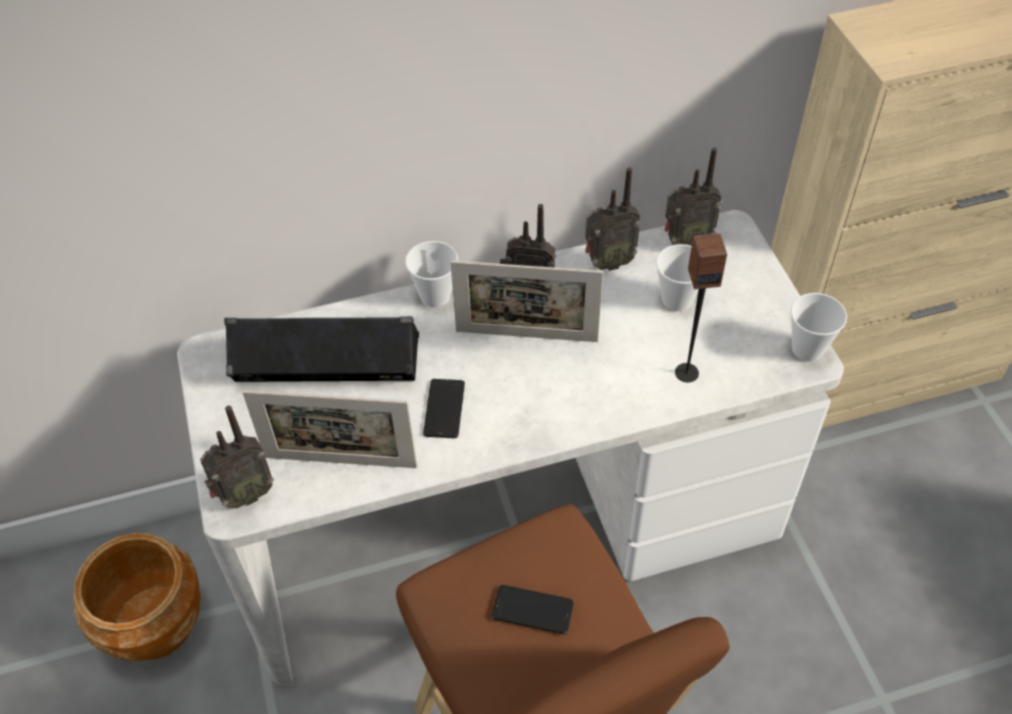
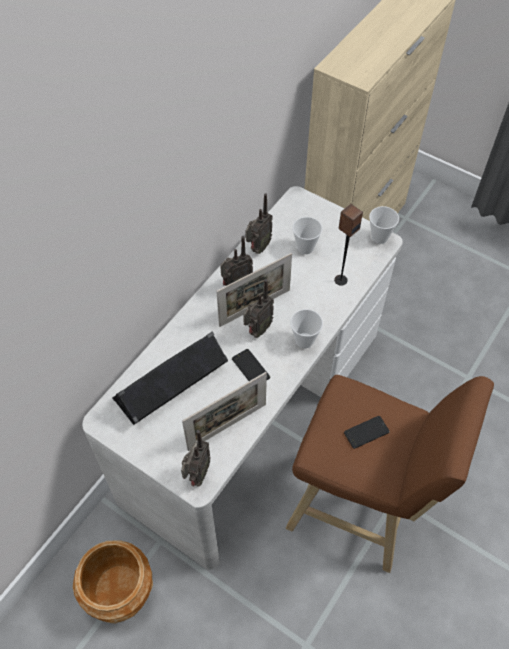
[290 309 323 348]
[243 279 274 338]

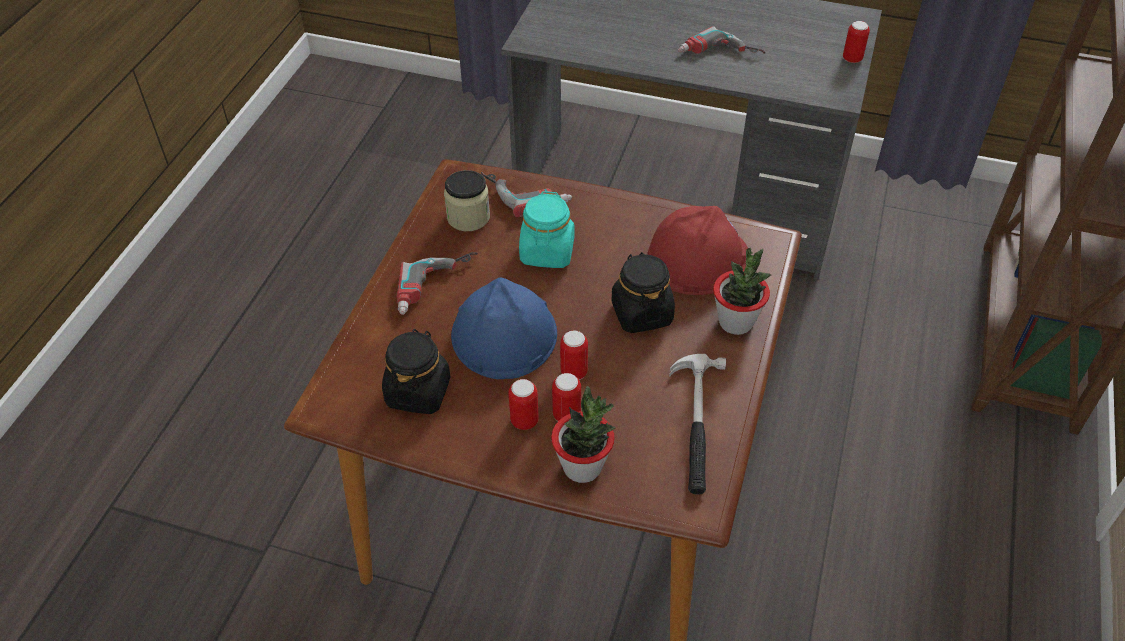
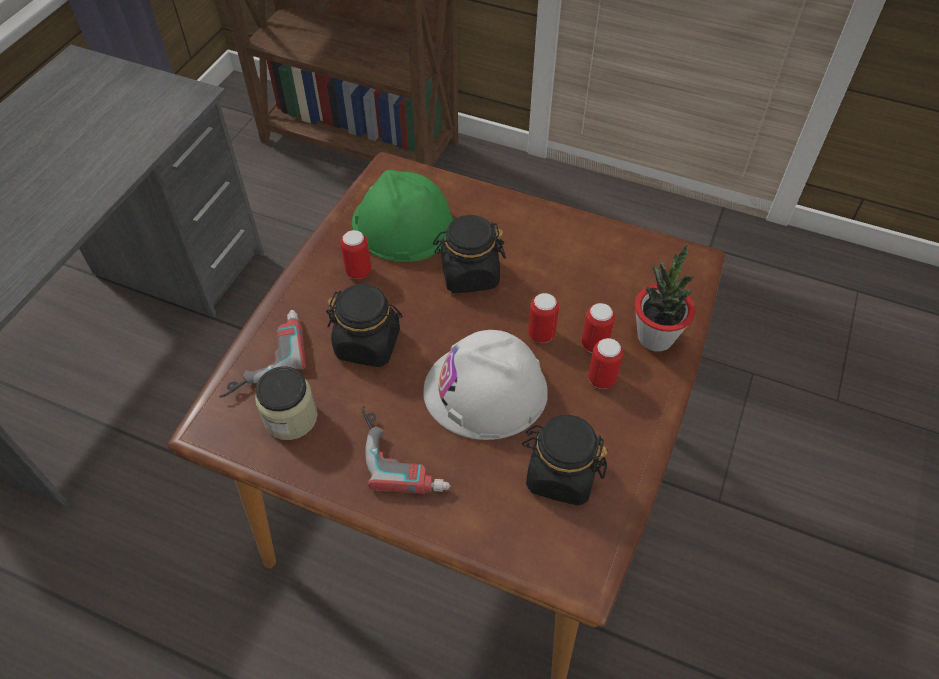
[424 330 548 440]
[326 284 403 367]
[352 170 453 262]
[669 354 726 495] (first image)
[678 26 765 54] (first image)
[713 248 771 335] (first image)
[340 230 371 279]

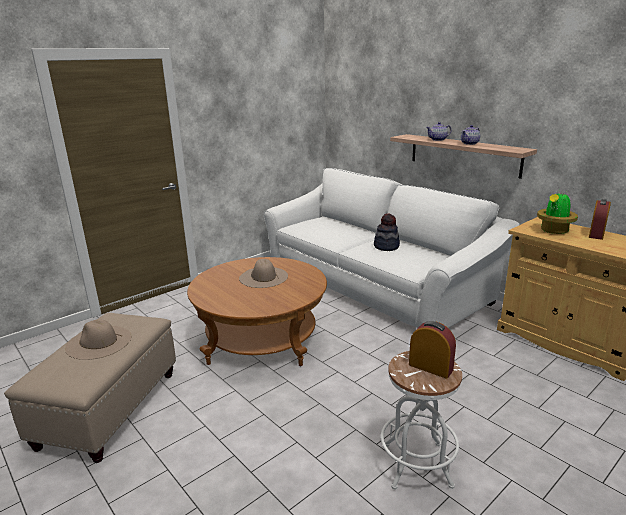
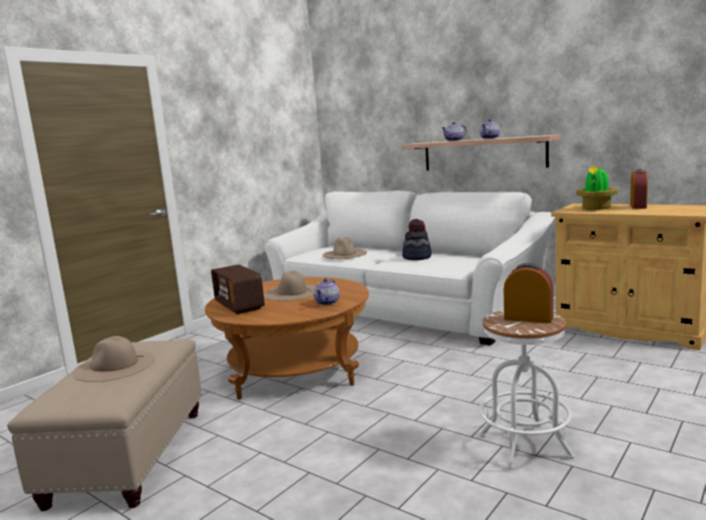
[211 264 265 314]
[314 278 339 305]
[322 237 367 259]

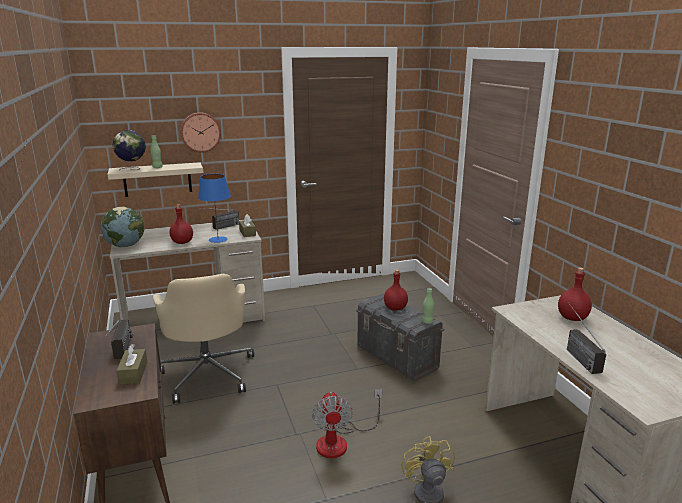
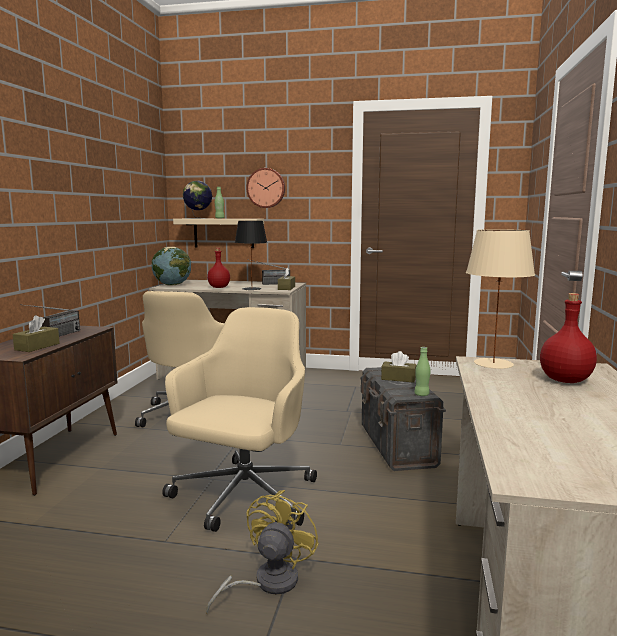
[235 221 267 290]
[162 307 317 532]
[381 351 417 383]
[567 305 606 374] (first image)
[466 229 535 369]

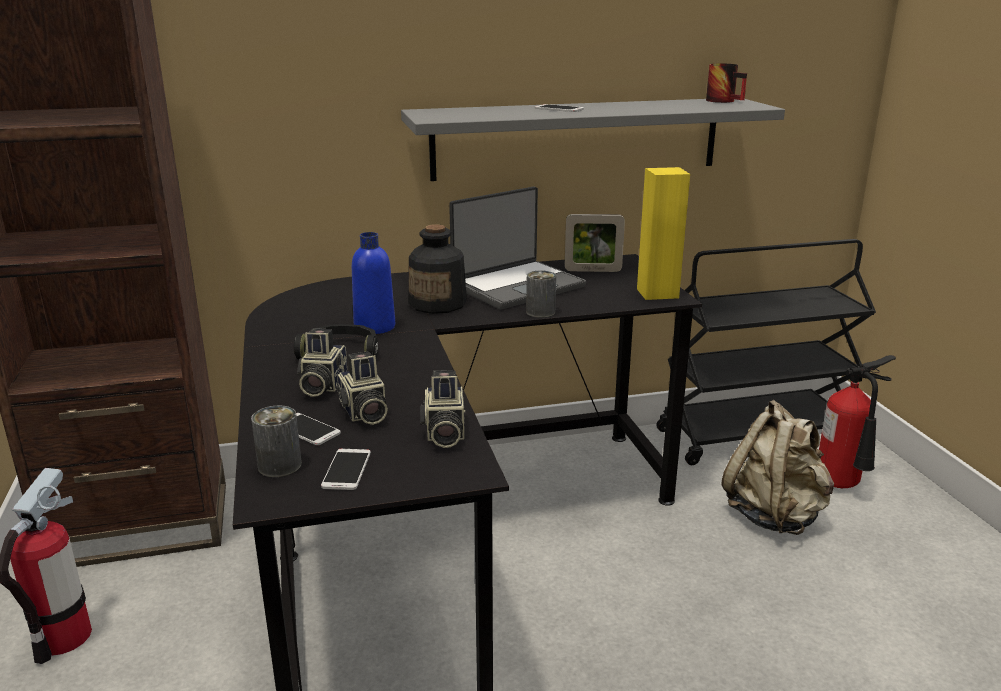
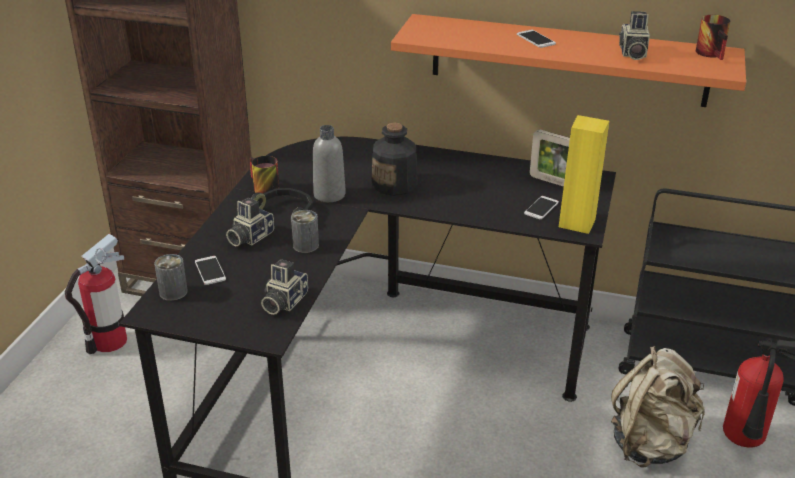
[524 196 559 220]
[619 11 650 60]
[313 125 346 202]
[391 14 746 107]
[449 187 586 309] (first image)
[291 210 319 253]
[249 156 279 193]

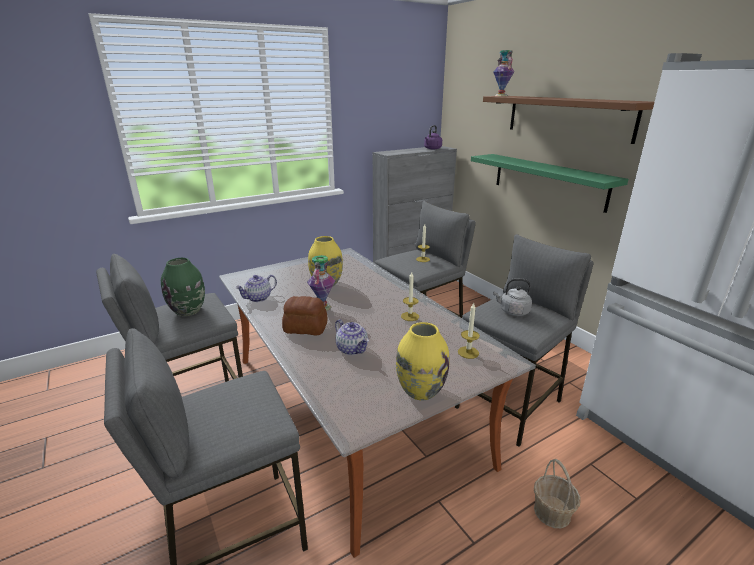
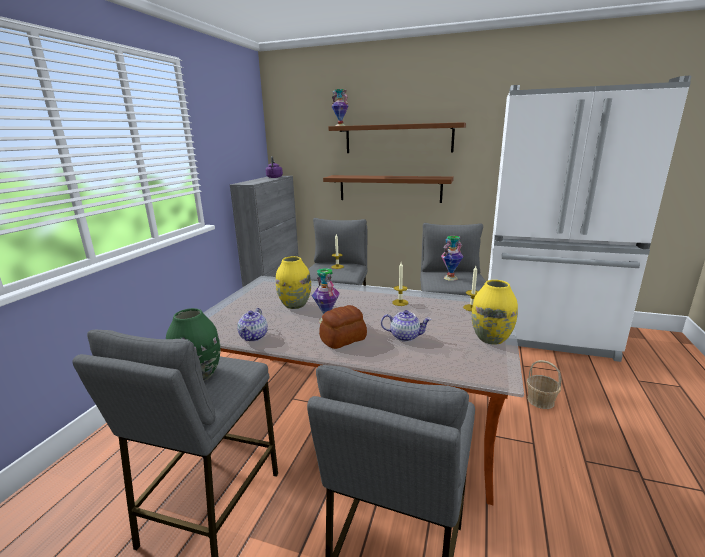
[323 175 454 203]
[441 236 463 281]

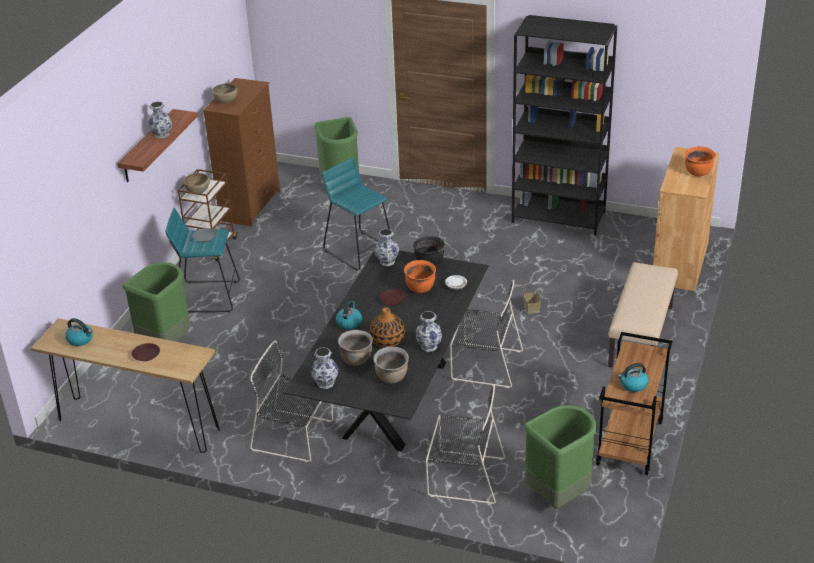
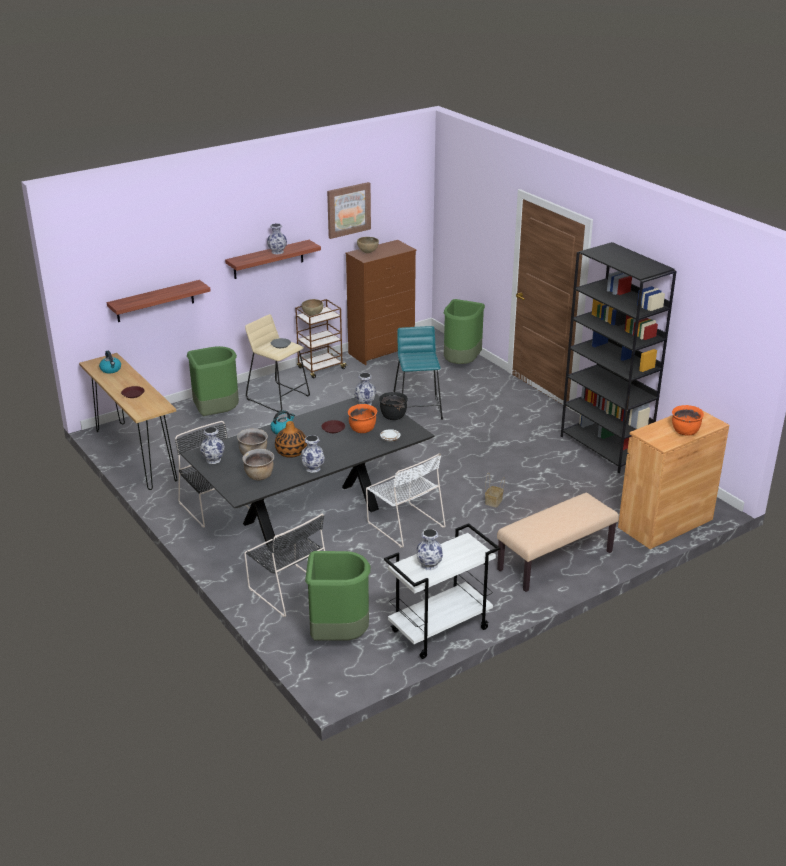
[245 314 310 412]
[366 453 446 548]
[384 523 500 659]
[416 529 443 570]
[107 280 211 322]
[327 182 371 239]

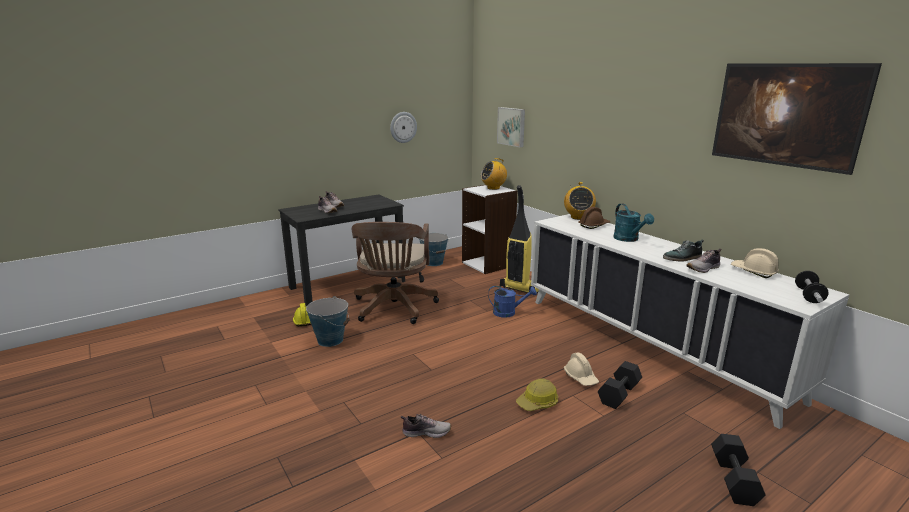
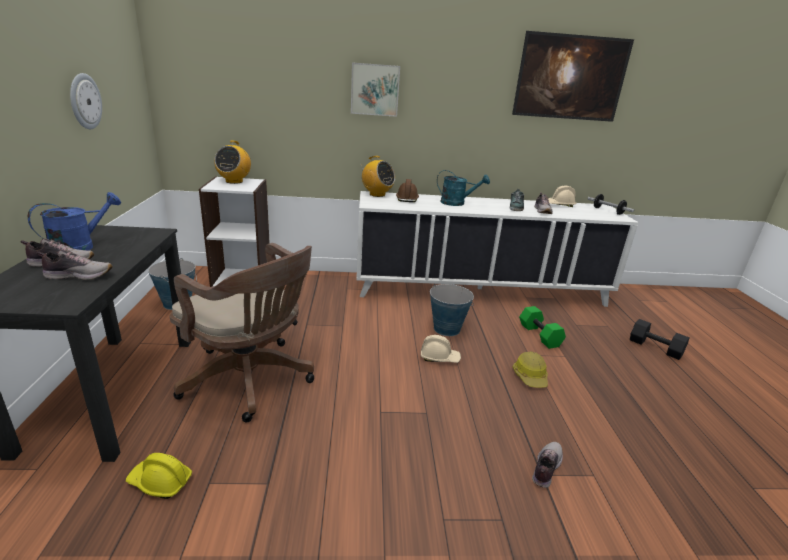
[430 284 474 336]
[28 192 121 250]
[351 63 400 117]
[500 185 539 293] (first image)
[421 335 461 363]
[519 306 566 349]

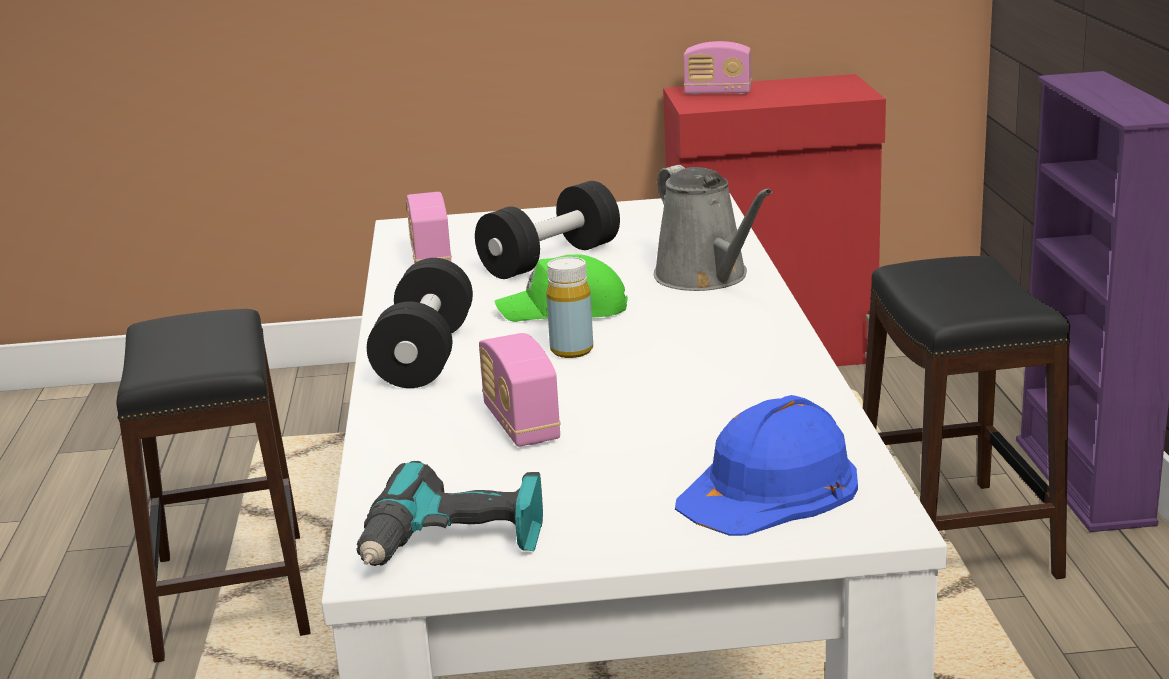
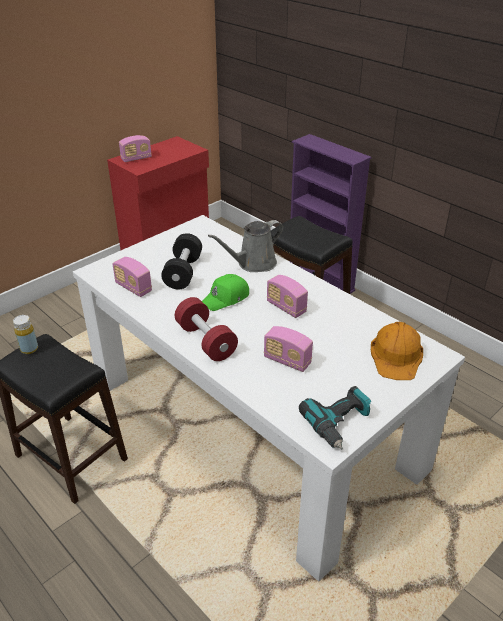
[175 297 238 361]
[13 315 38 354]
[208 220 283 272]
[371 322 423 380]
[267 275 308 318]

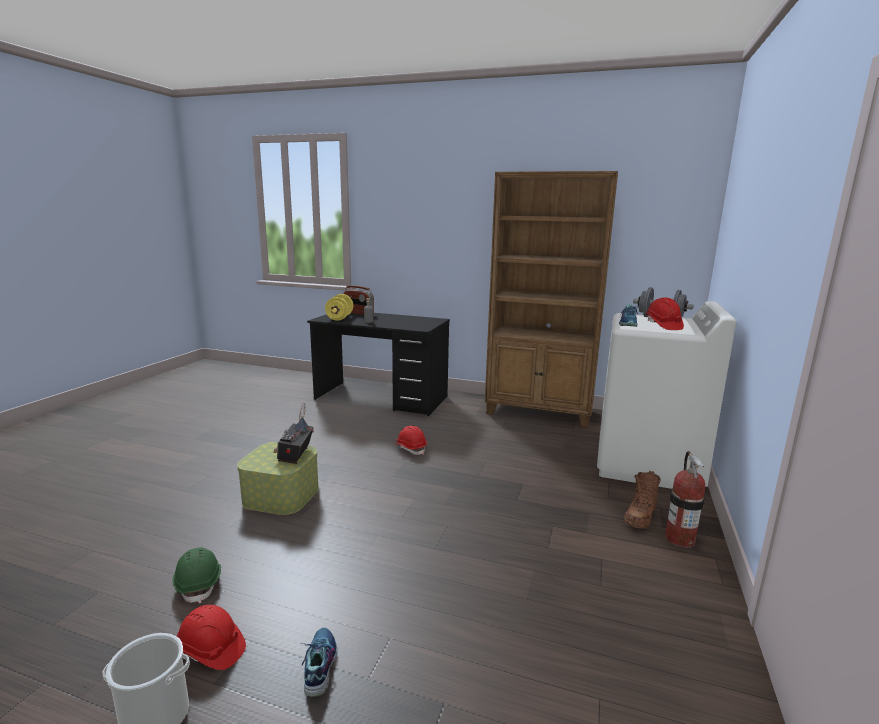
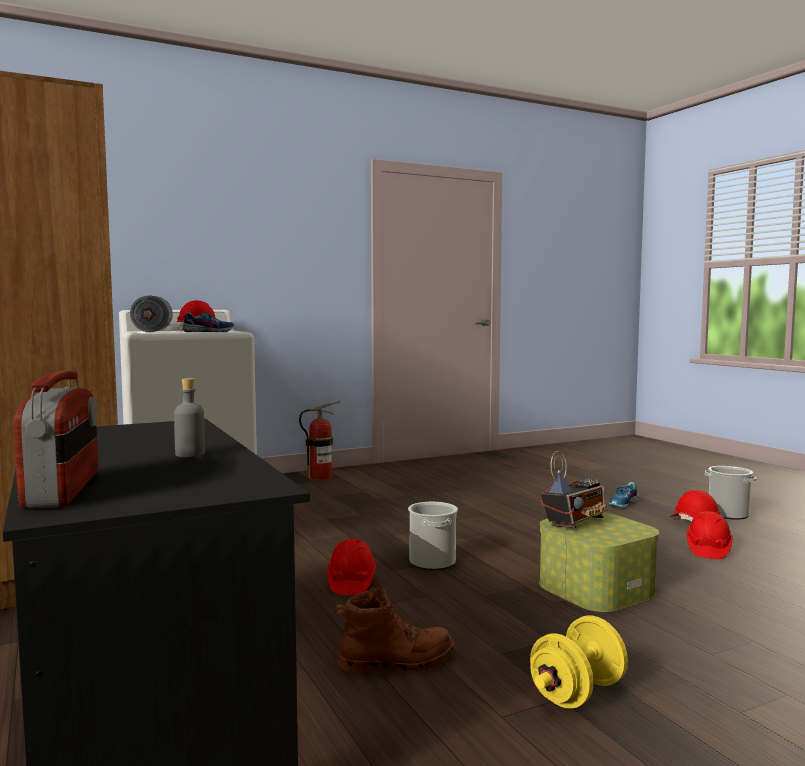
[686 511 733 559]
[530 615 628 709]
[333 584 455 673]
[408 502 458 570]

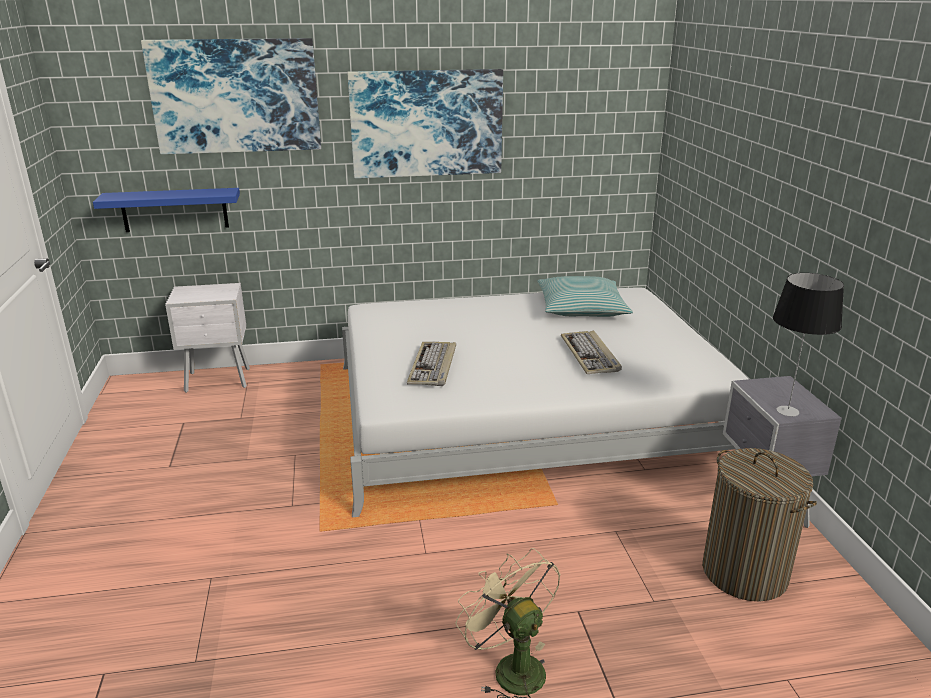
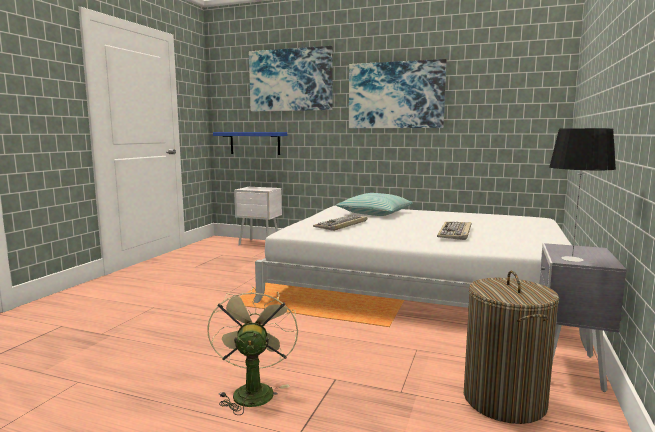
[336 193 413 216]

